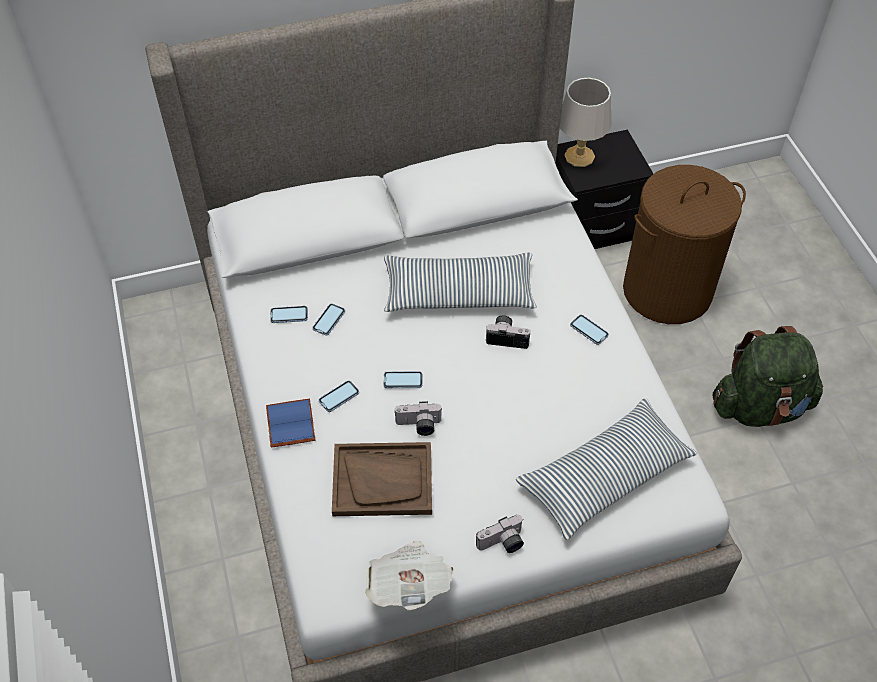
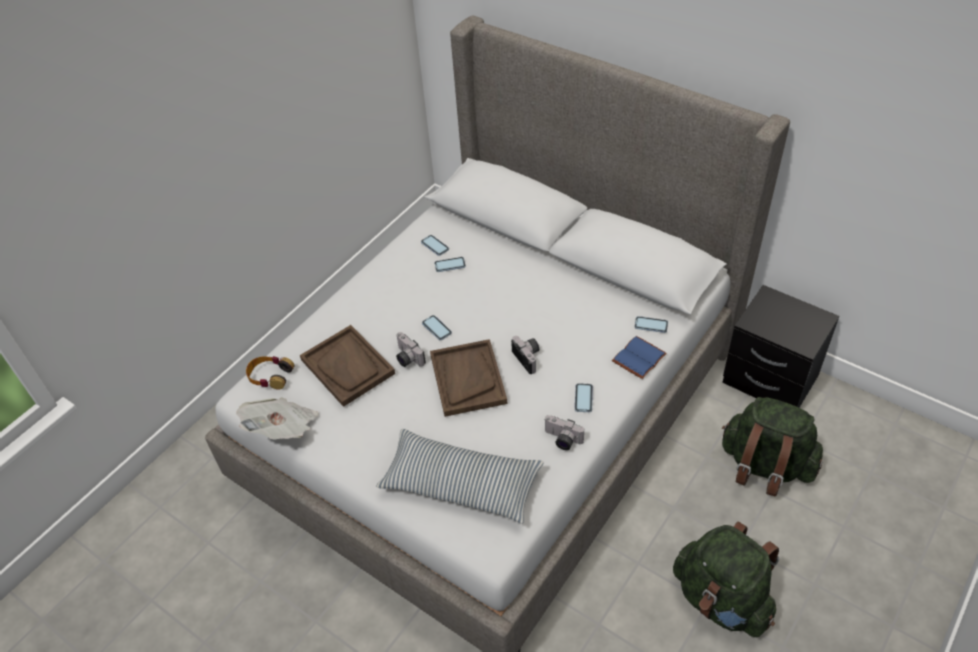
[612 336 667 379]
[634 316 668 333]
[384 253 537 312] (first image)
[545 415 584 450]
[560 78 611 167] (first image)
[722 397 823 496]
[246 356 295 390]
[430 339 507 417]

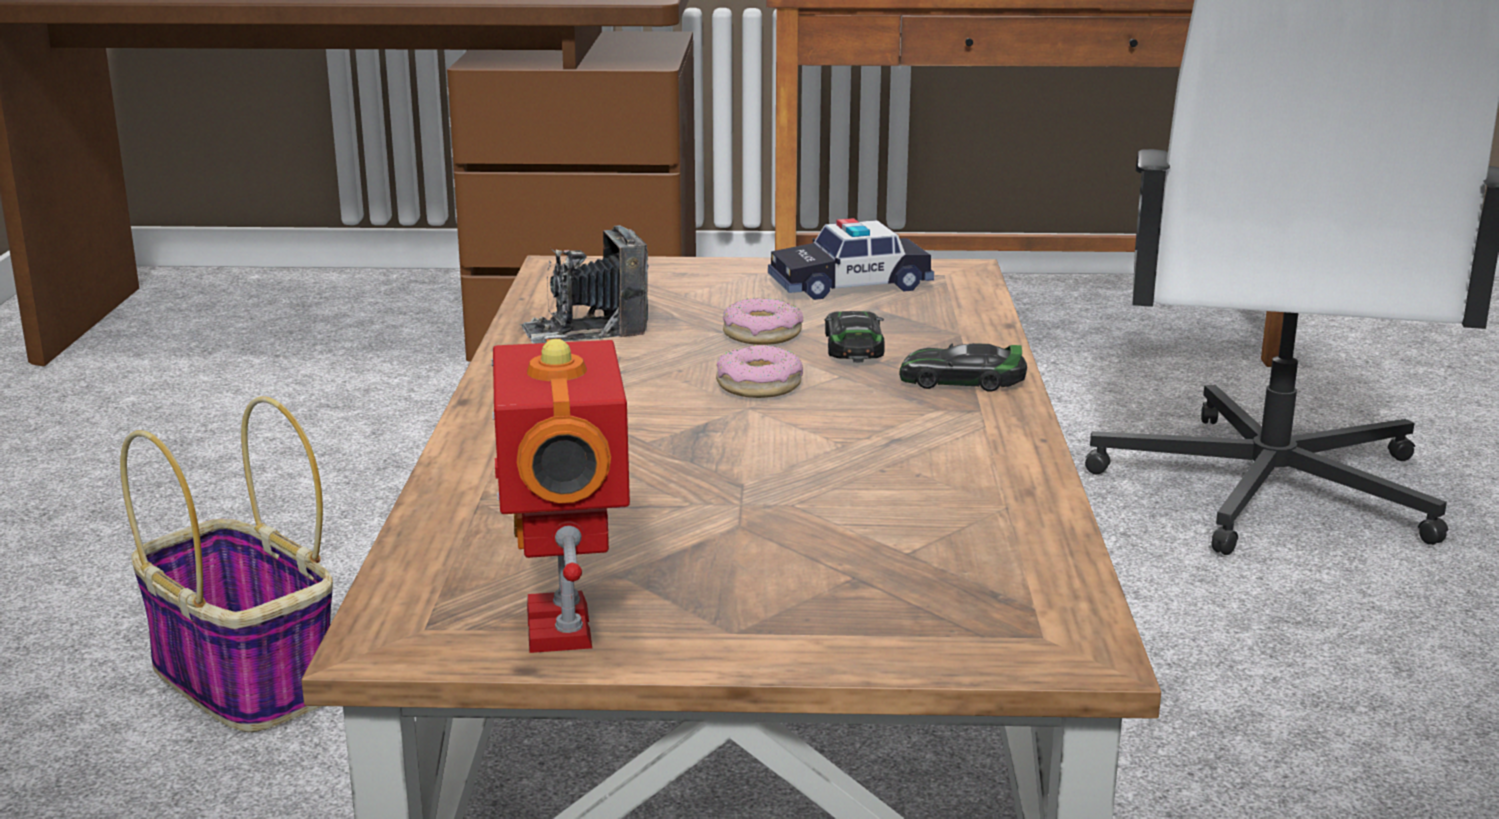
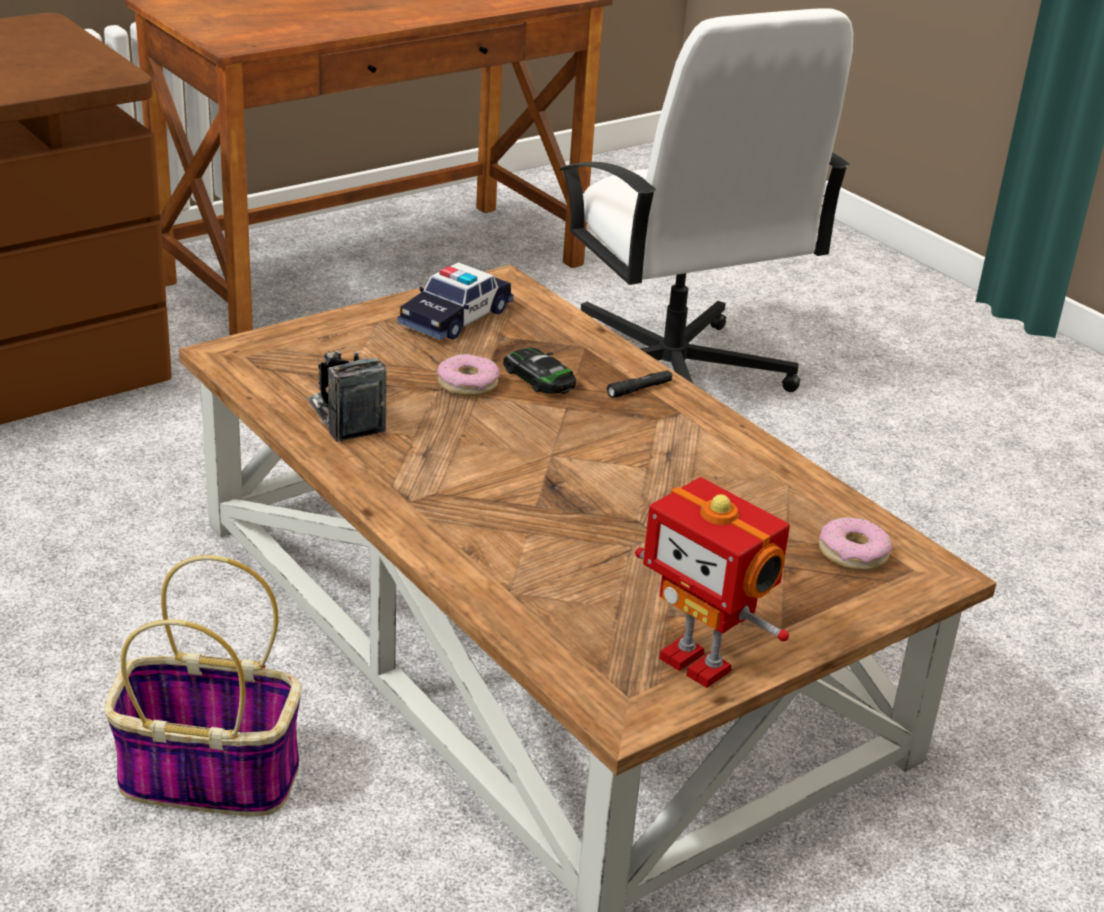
[307 346 387 442]
[819 517 892 571]
[607 371 672 398]

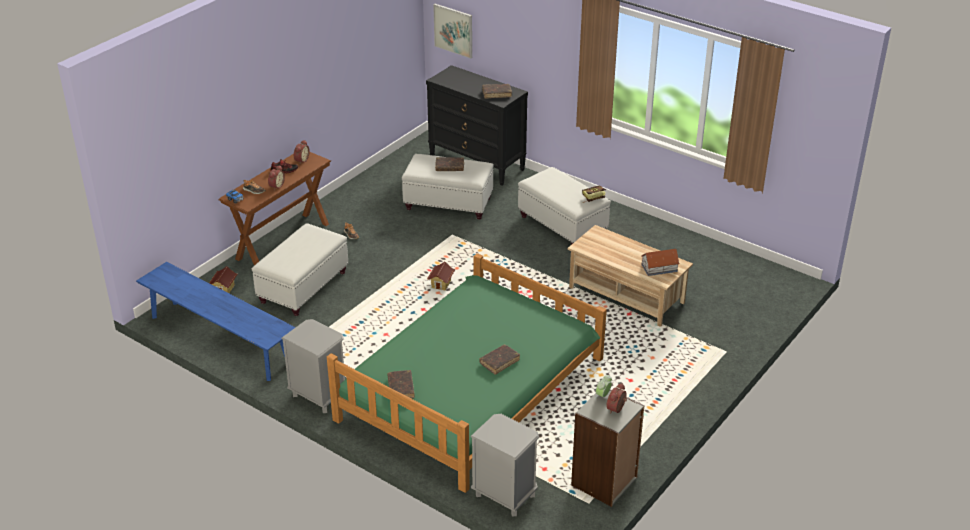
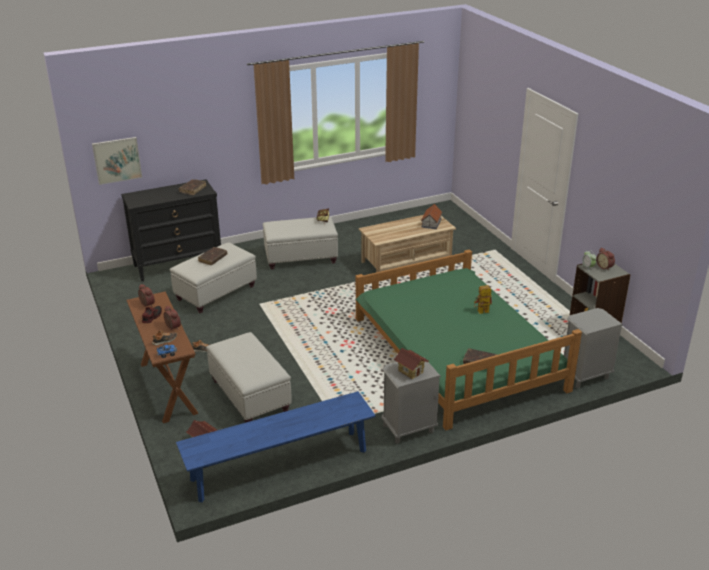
[393 348 429 379]
[474 285 492 314]

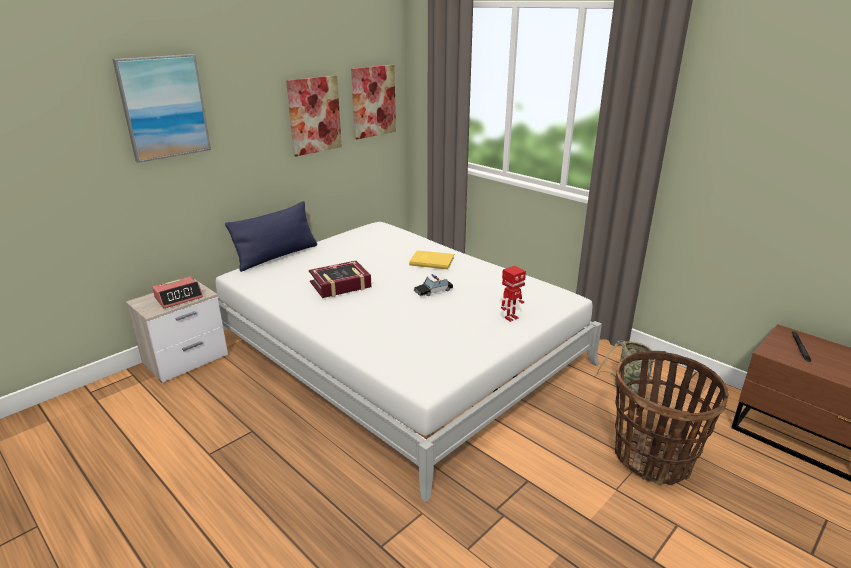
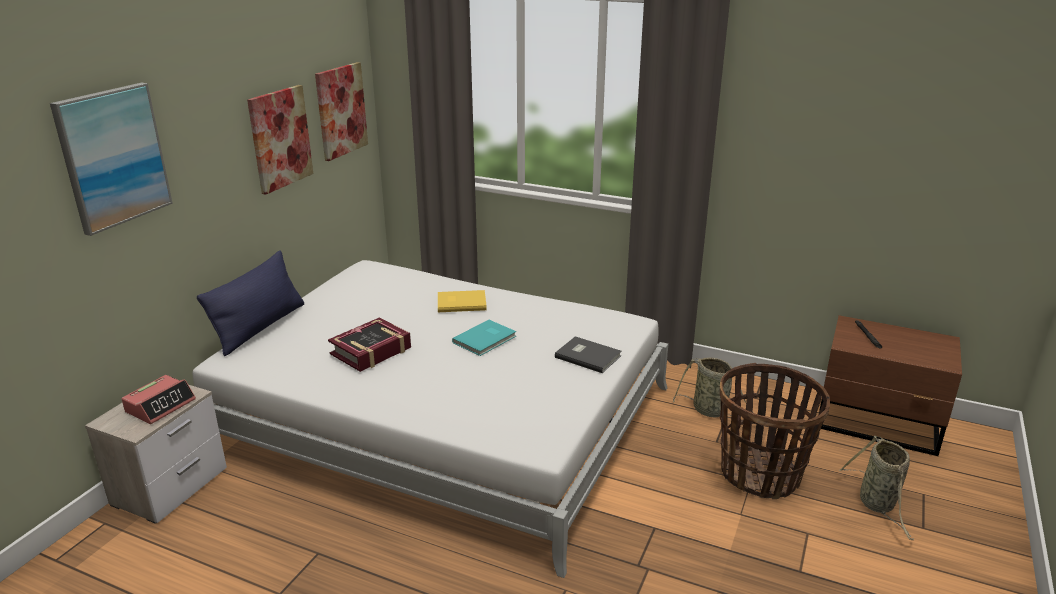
[452 320 516 356]
[555 336 621 373]
[839 436 914 540]

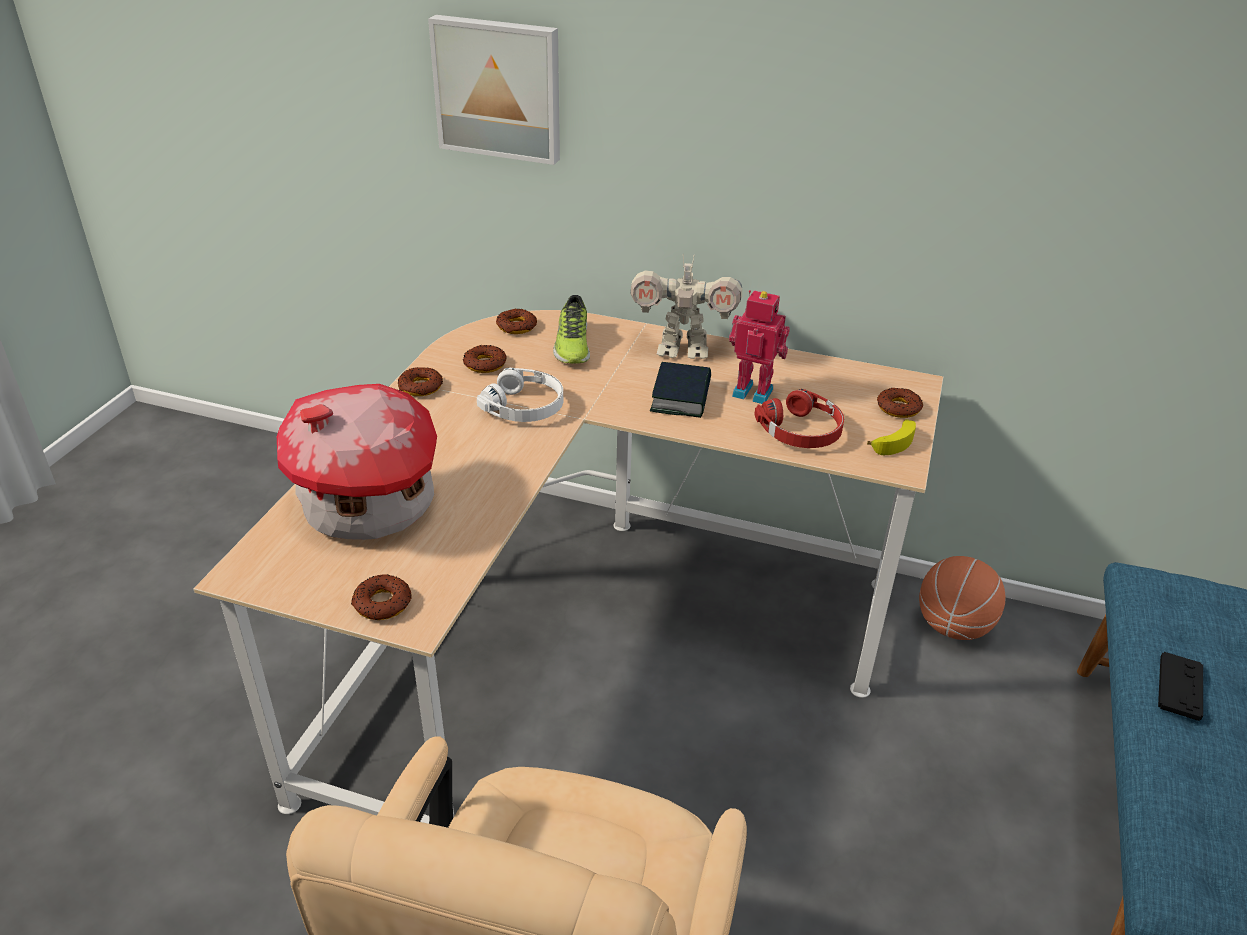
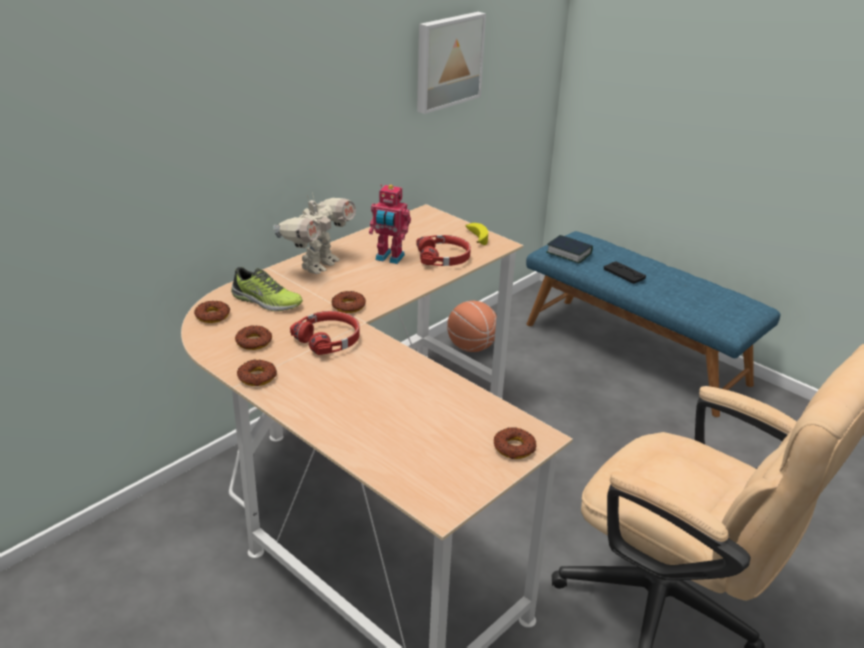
[277 384 437 540] (first image)
[417 12 486 114]
[290 311 359 355]
[546 235 593 263]
[369 184 411 264]
[331 291 366 313]

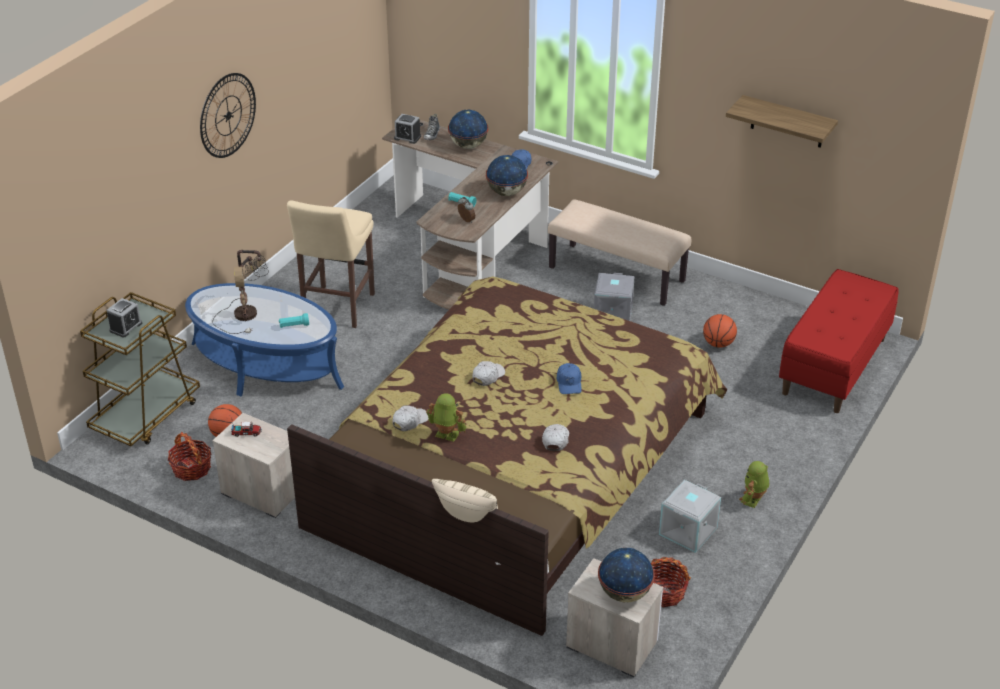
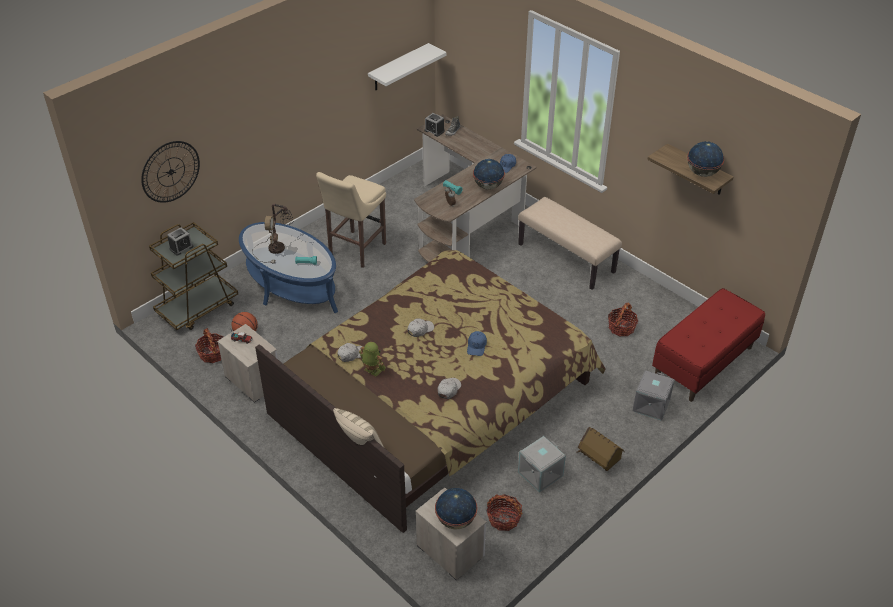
[141 141 200 203]
[687 141 724 177]
[633 370 675 421]
[608 303 638 336]
[576 427 624 471]
[368 43 447 90]

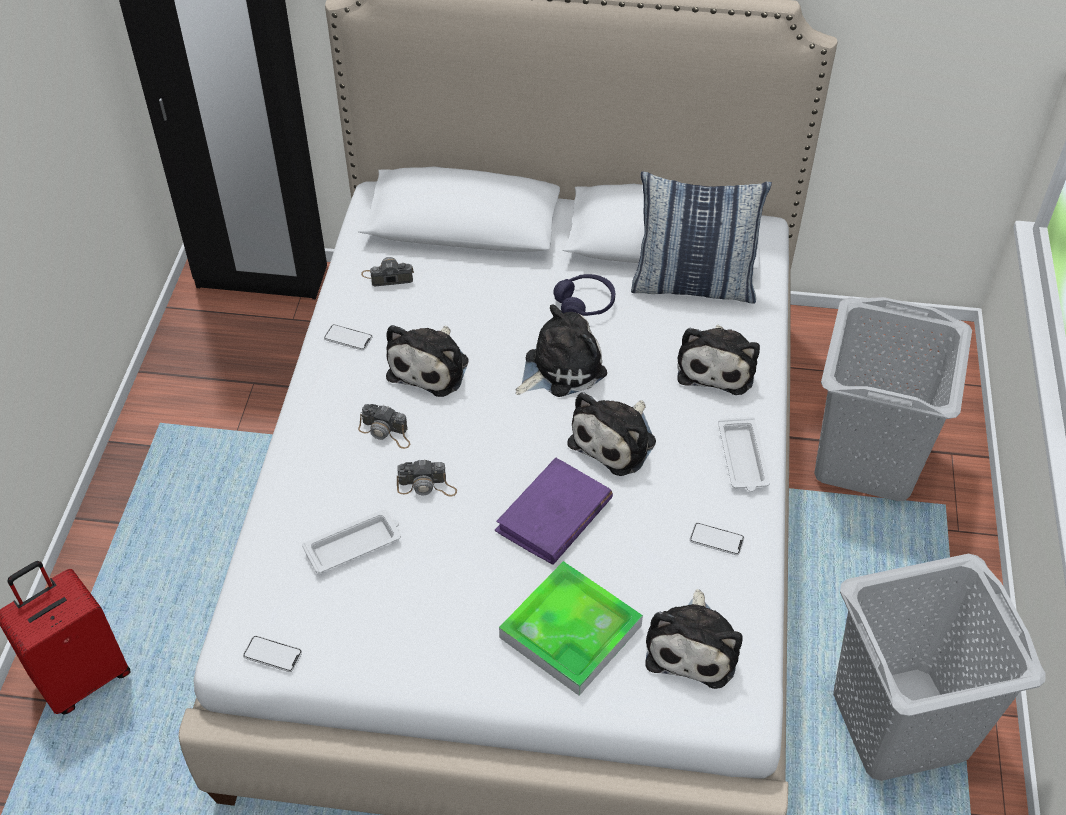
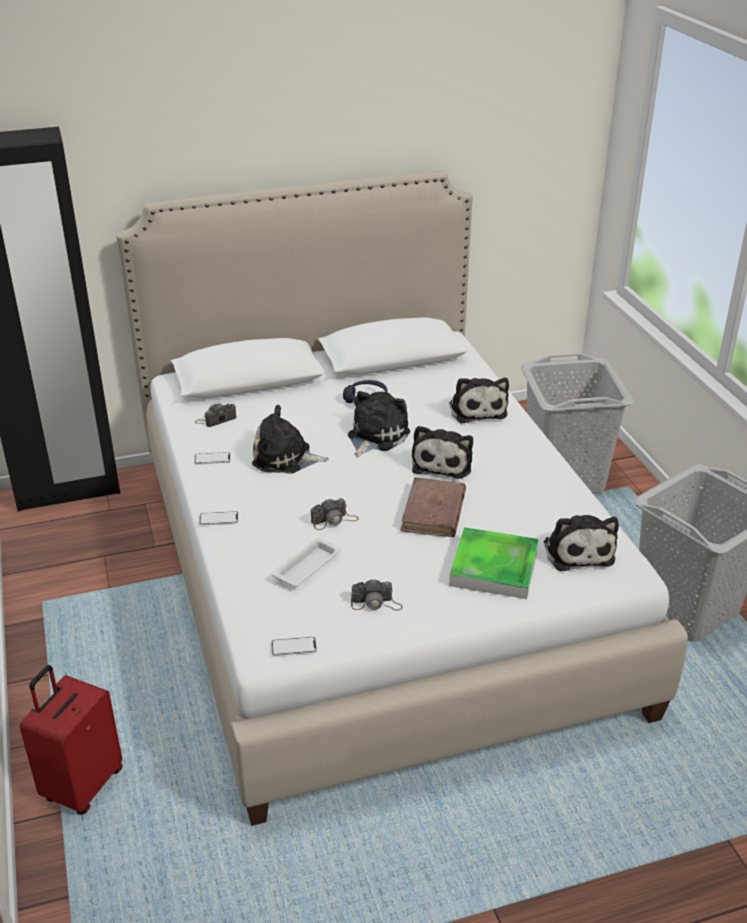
[351 579 403 611]
[252 405 329 474]
[400 477 466 537]
[631 171 772 303] (first image)
[199 511 238 525]
[718 417 770 492] (first image)

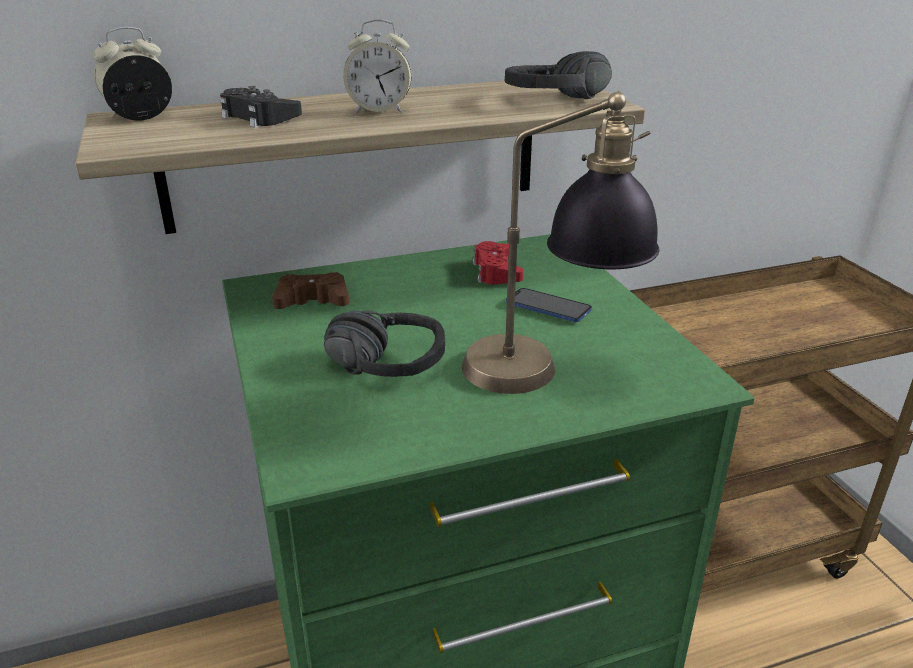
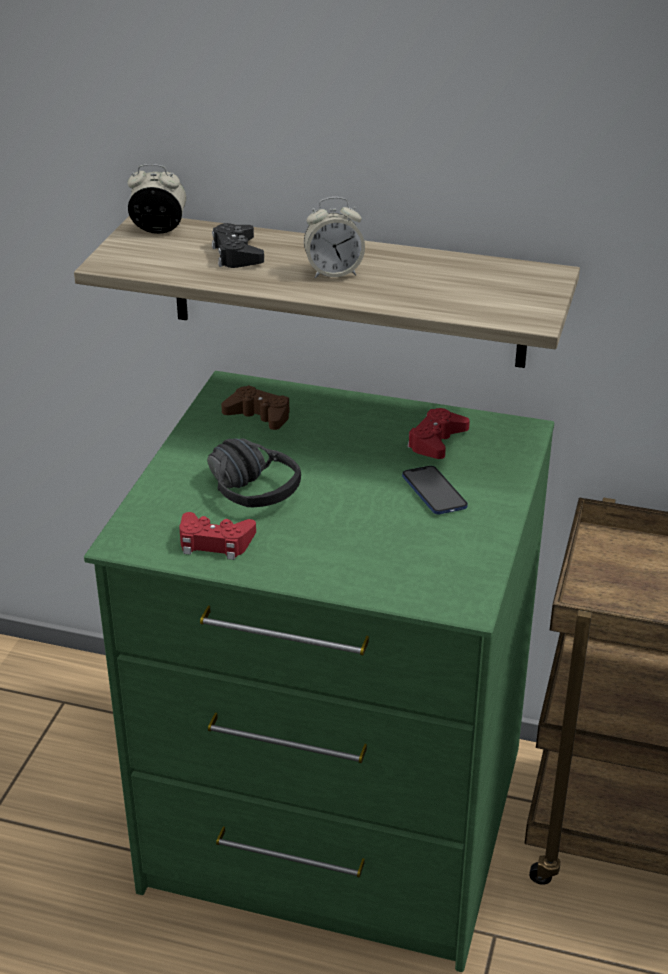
[304 197 365 278]
[462 90 659 394] (first image)
[505 51 612 99] (first image)
[179 512 256 560]

